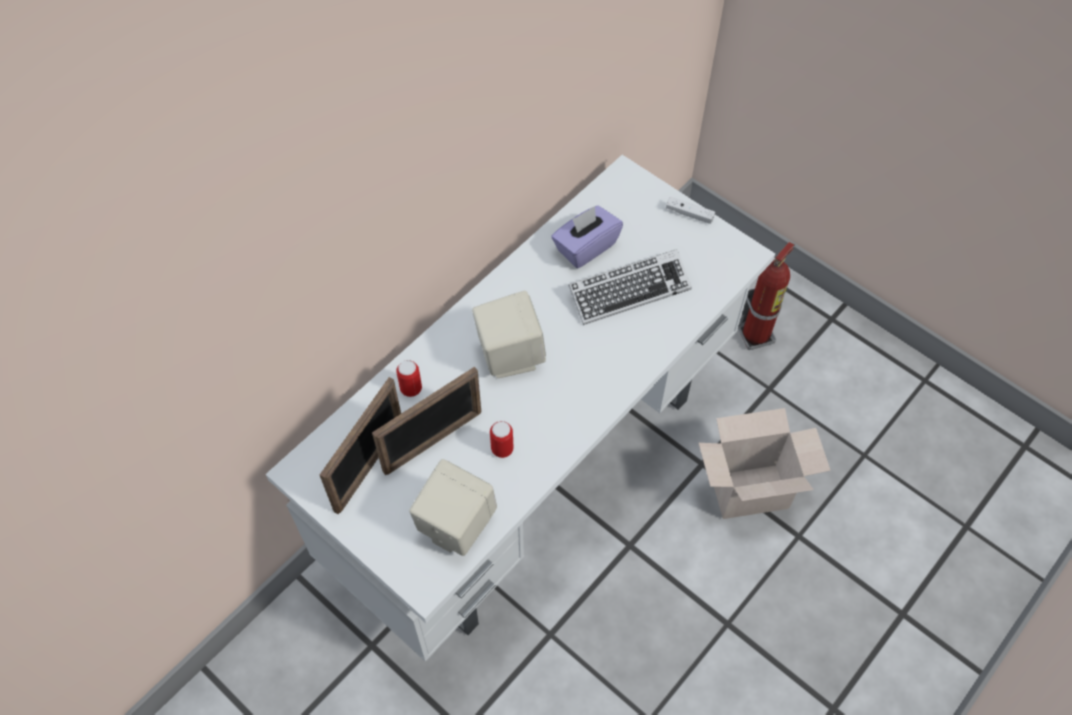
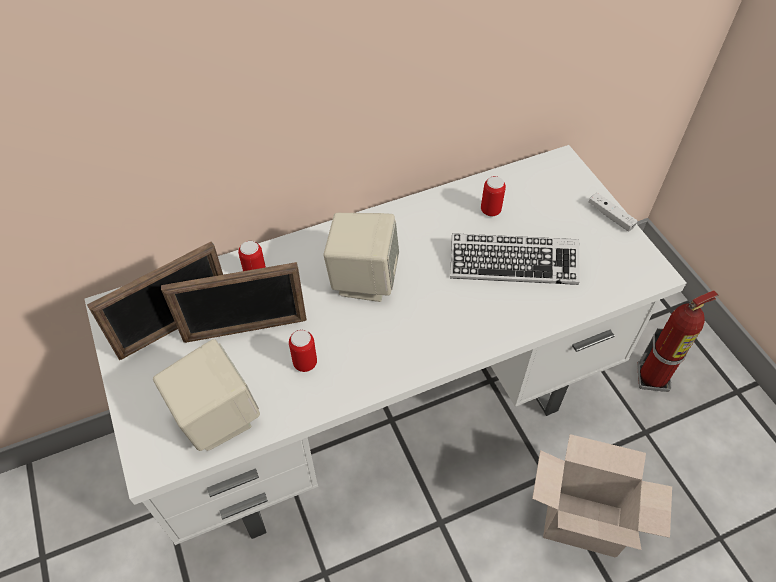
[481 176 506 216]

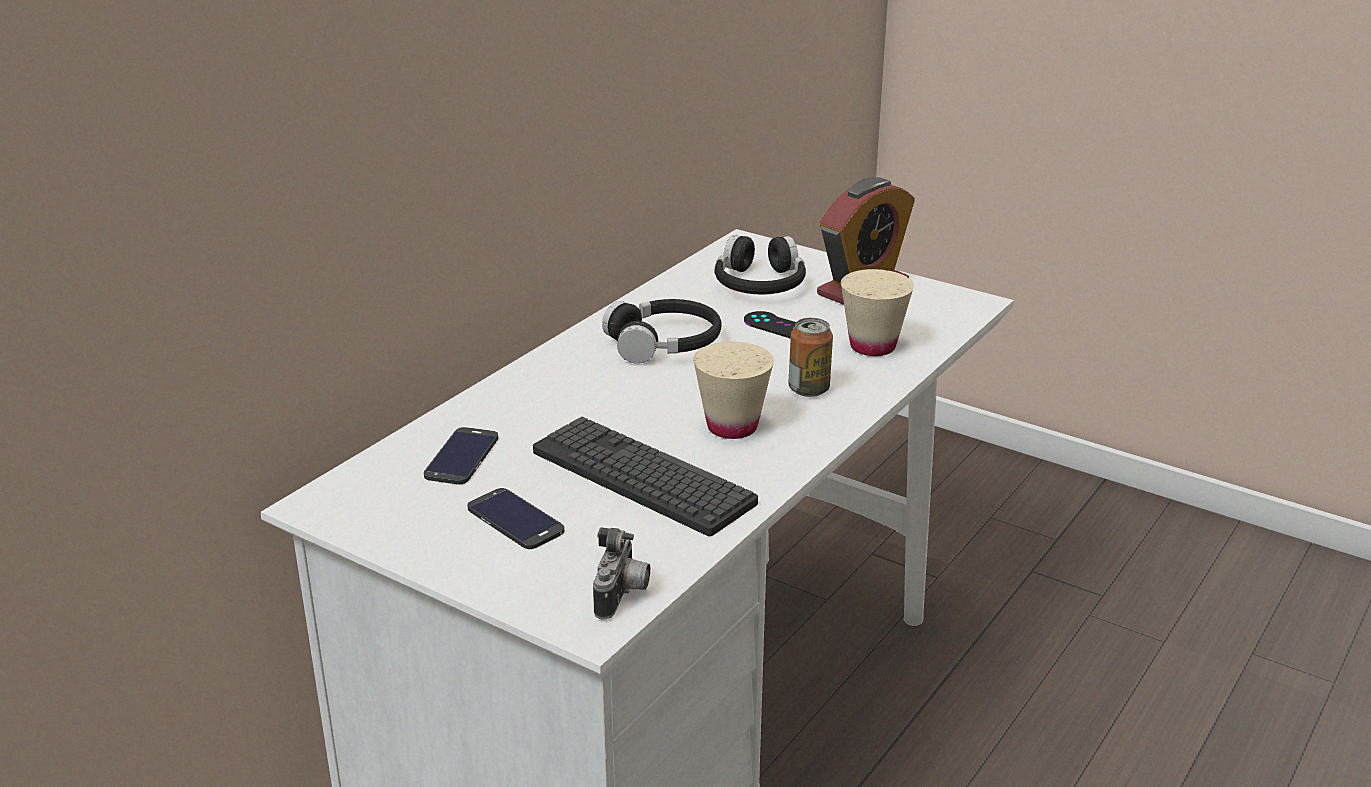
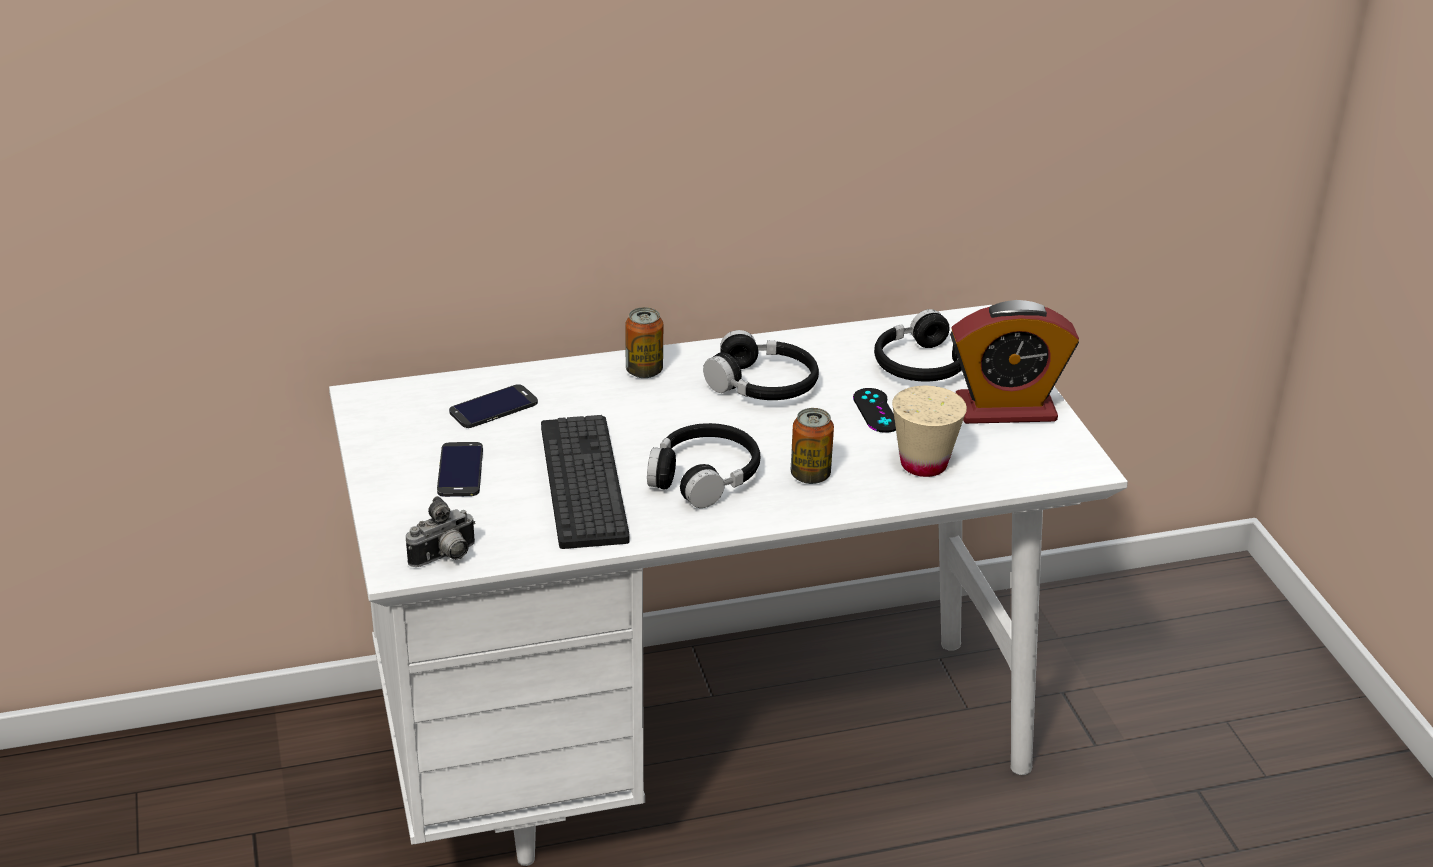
[625 307 663 378]
[647 423 760 508]

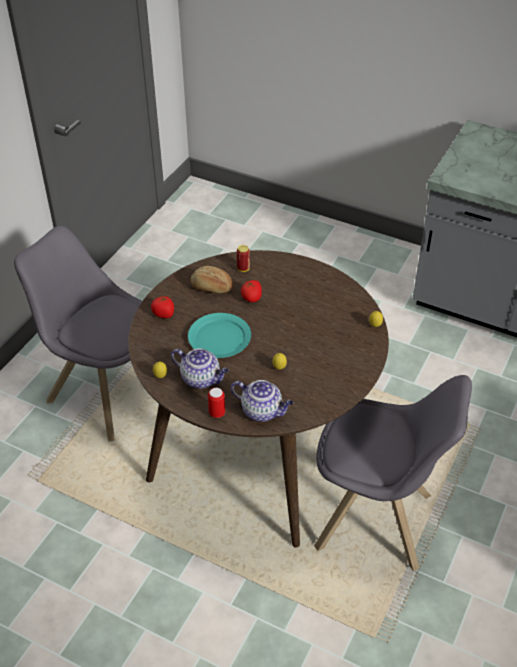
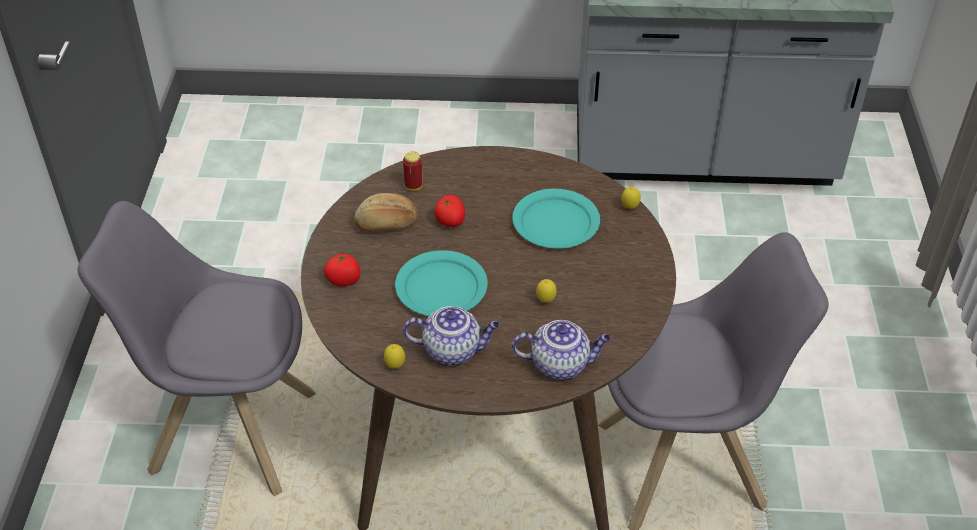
[208 388 225 418] (first image)
[512 189 600 249]

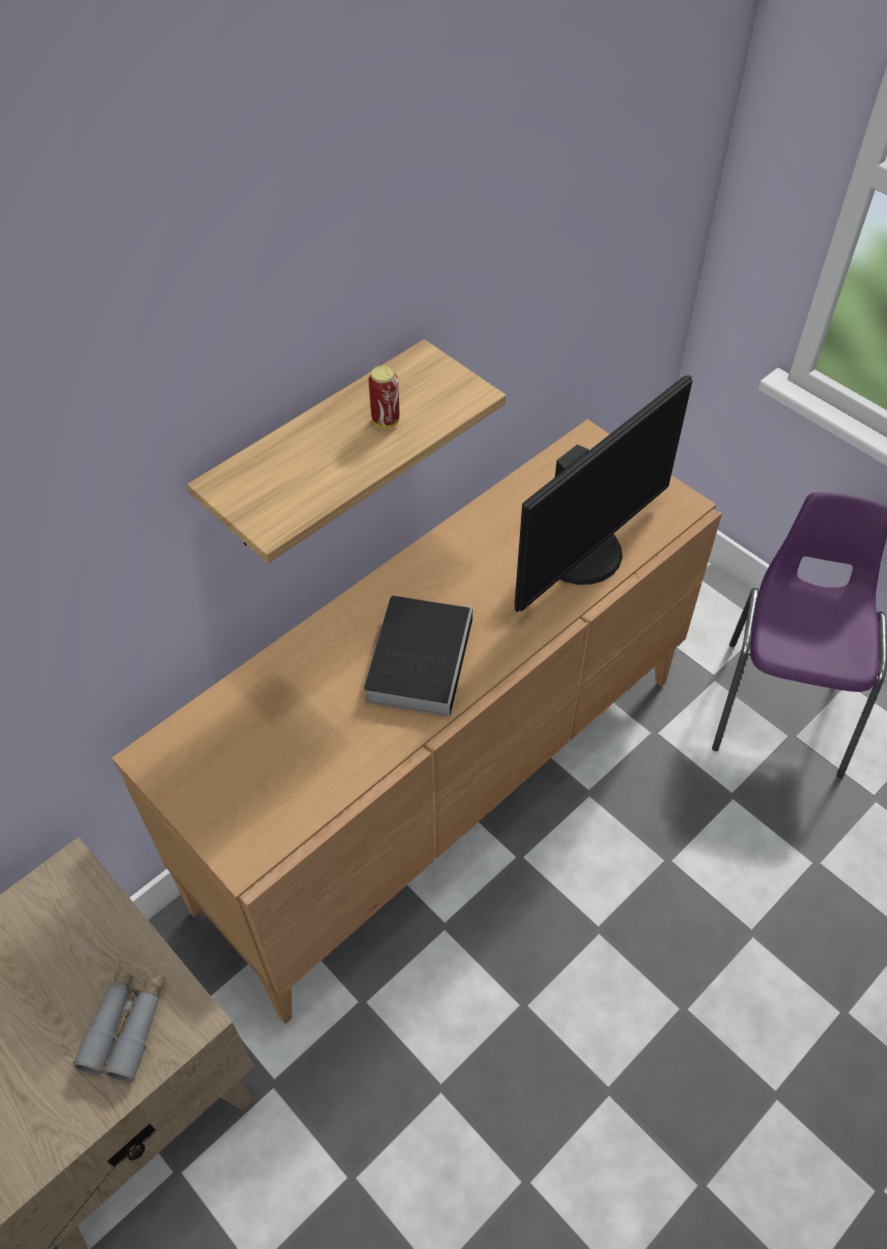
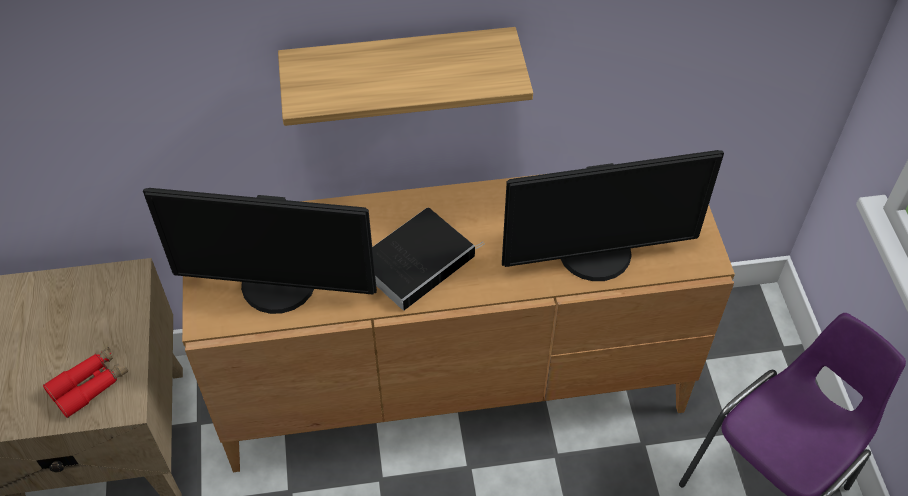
[369 365 400 428] (first image)
[143 188 377 314]
[43 347 128 418]

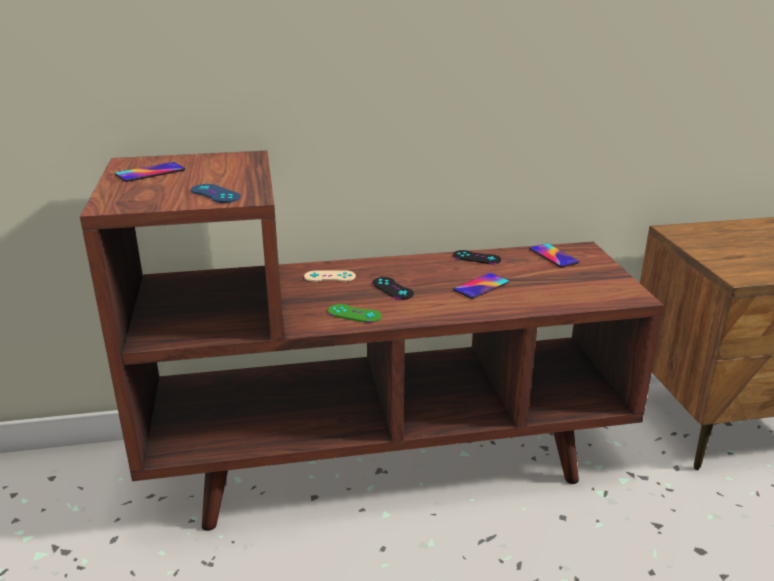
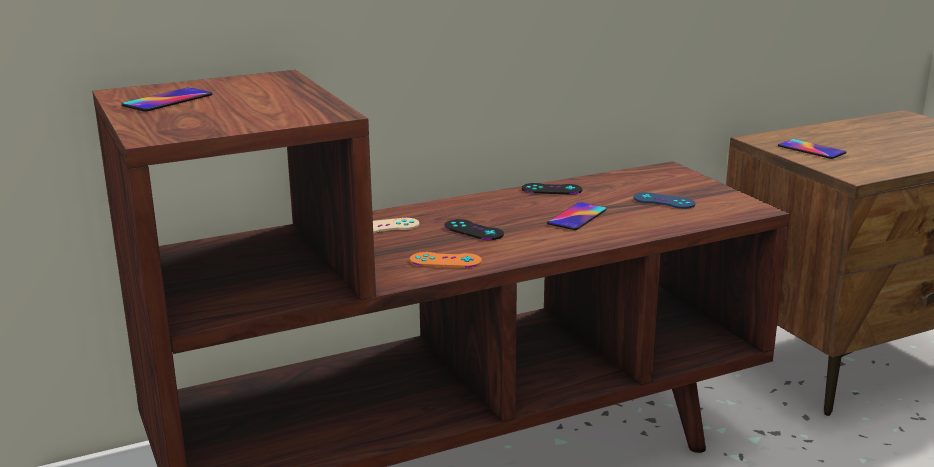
[633 192 696 209]
[778 139 846 159]
[410 252 482 268]

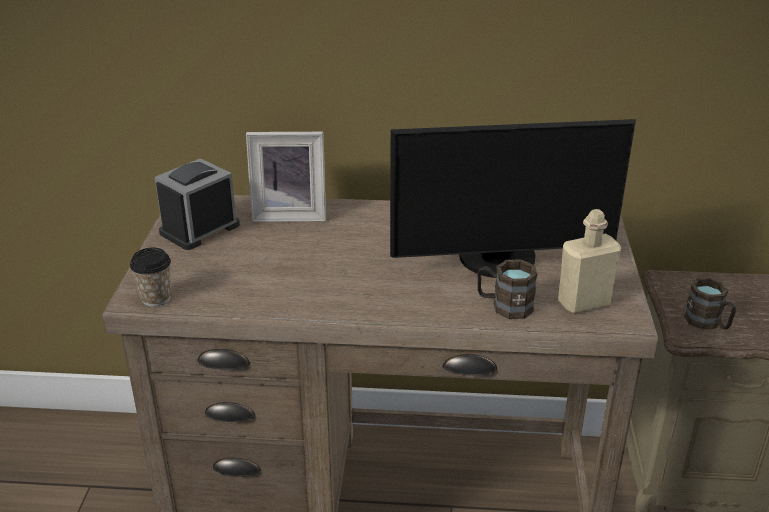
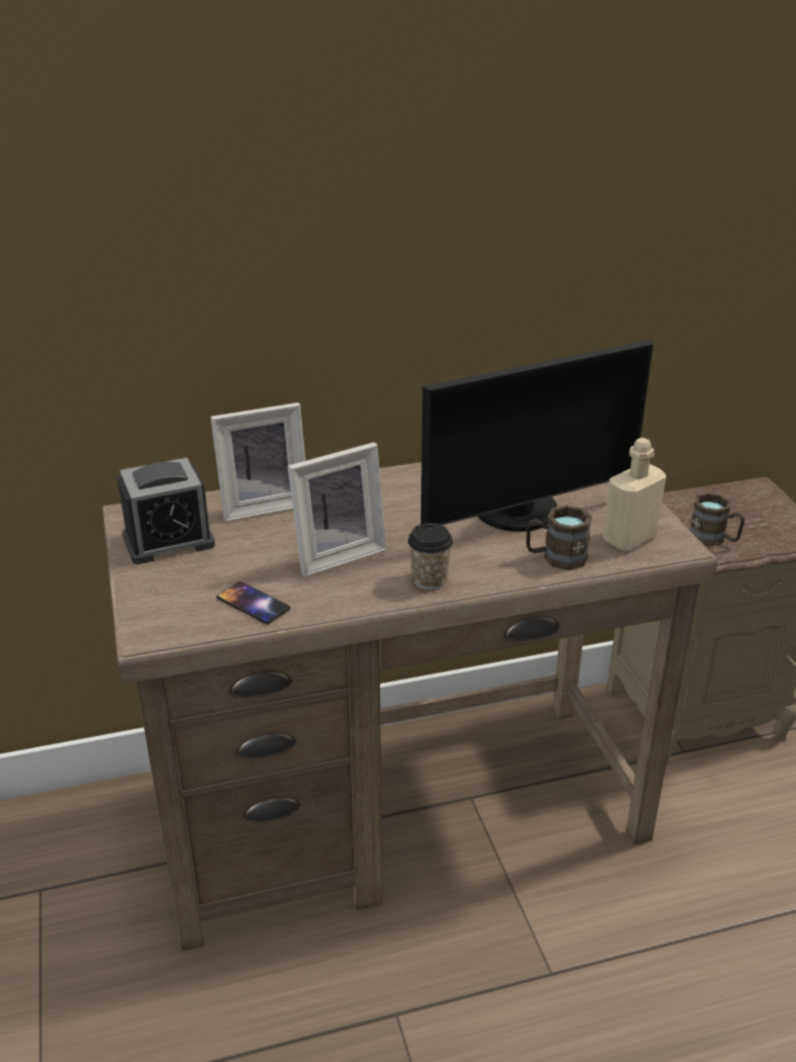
[217 582 291 624]
[288 442 387 577]
[408 523 453 590]
[117 458 215 564]

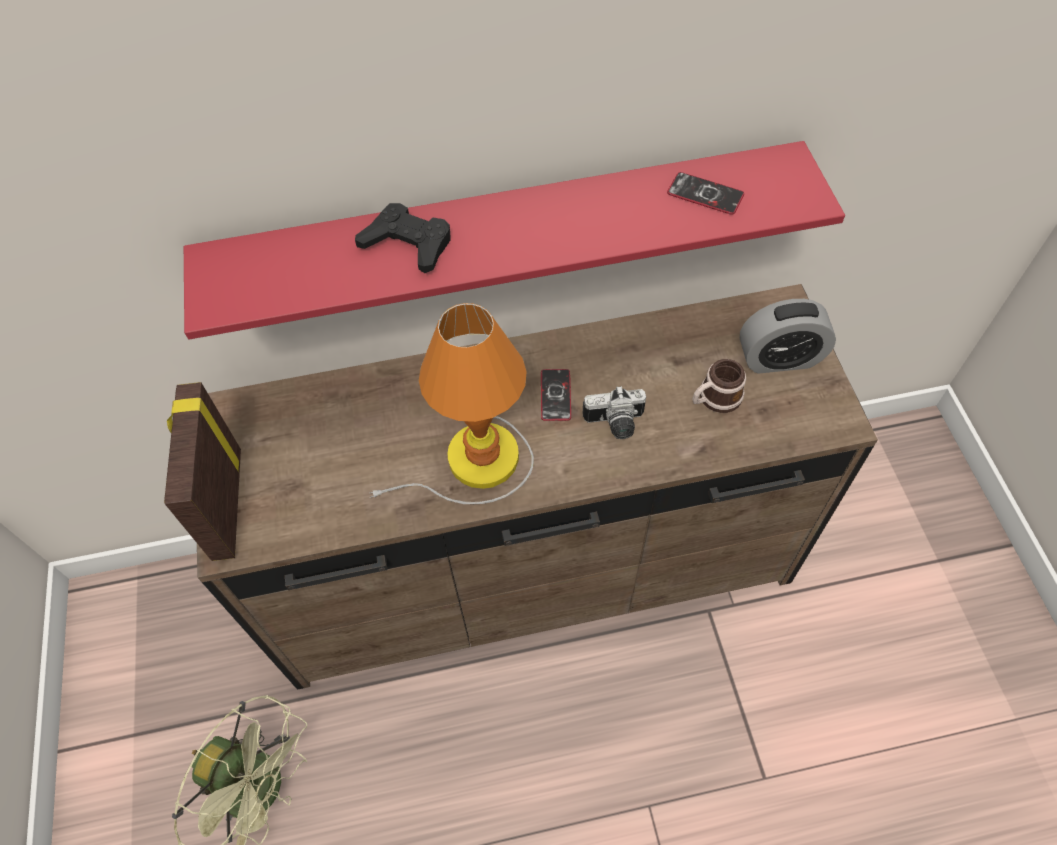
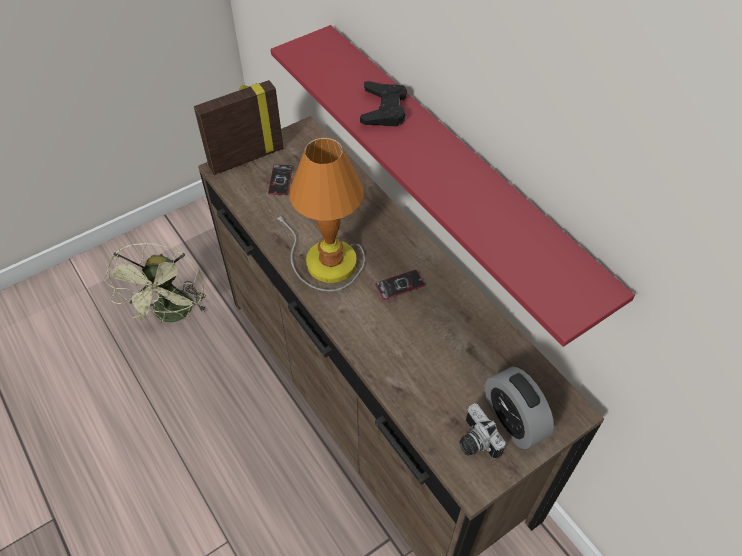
[692 359 746 413] (first image)
[459 403 506 459]
[268 165 293 195]

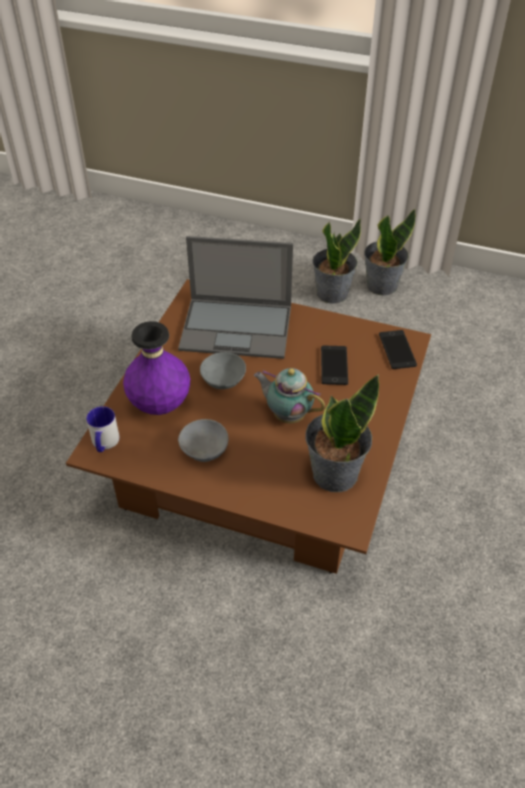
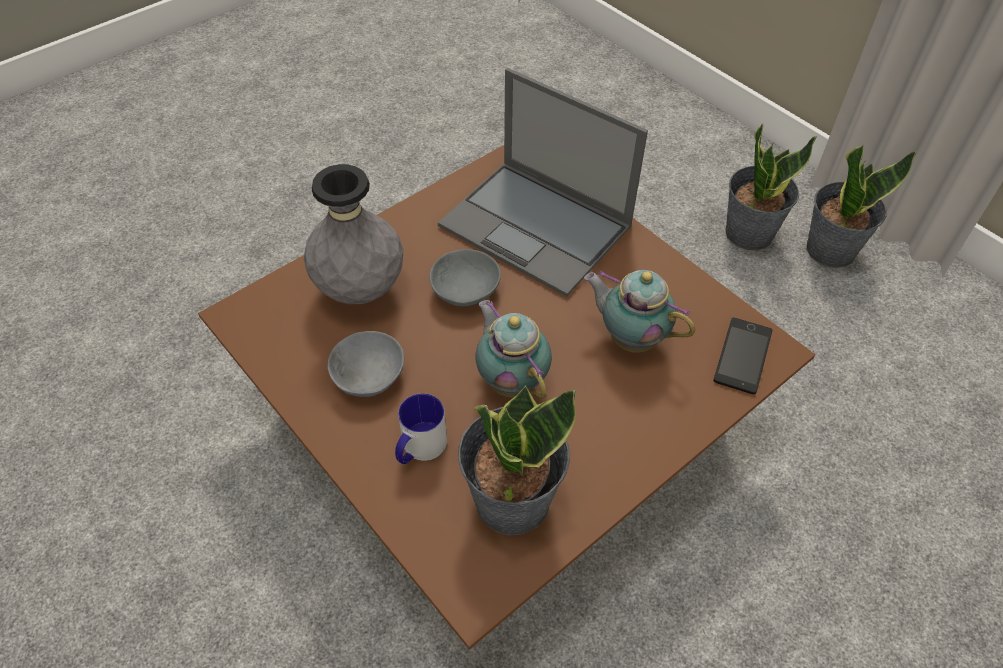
[395 393 447 464]
[584 270 695 353]
[304 164 403 304]

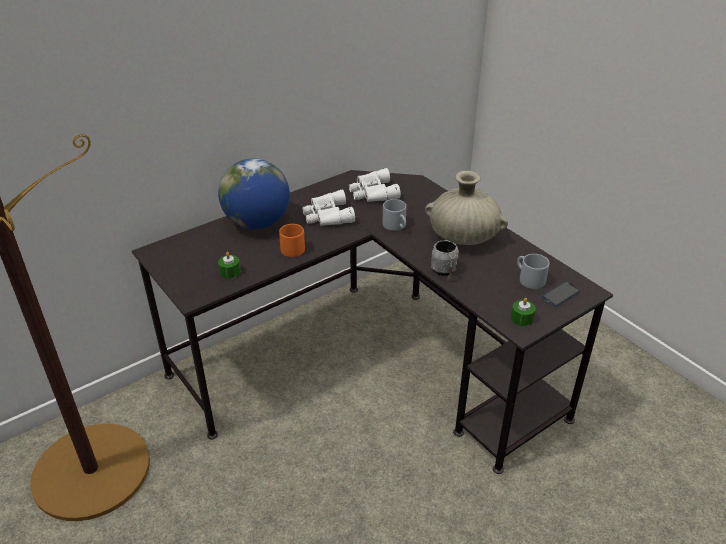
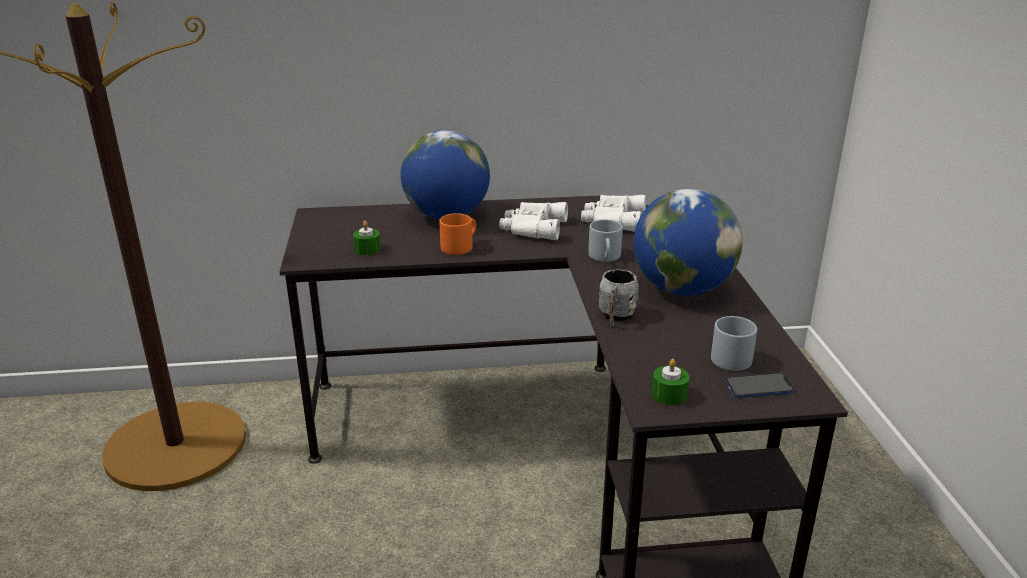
[633 189 743 296]

